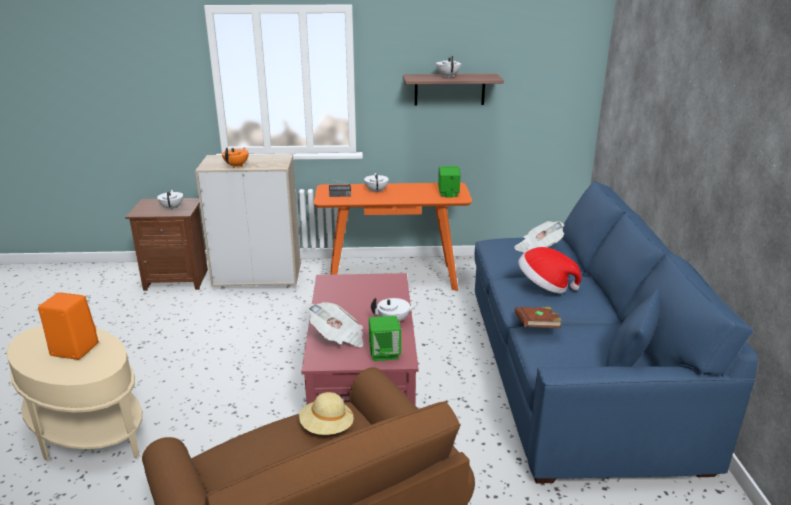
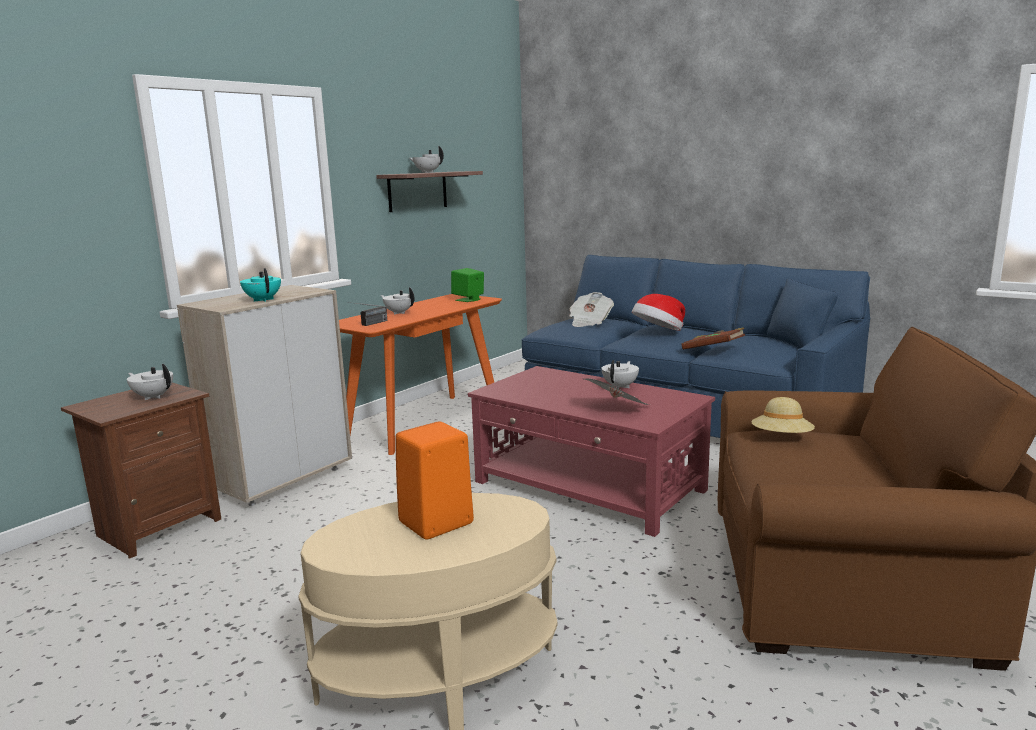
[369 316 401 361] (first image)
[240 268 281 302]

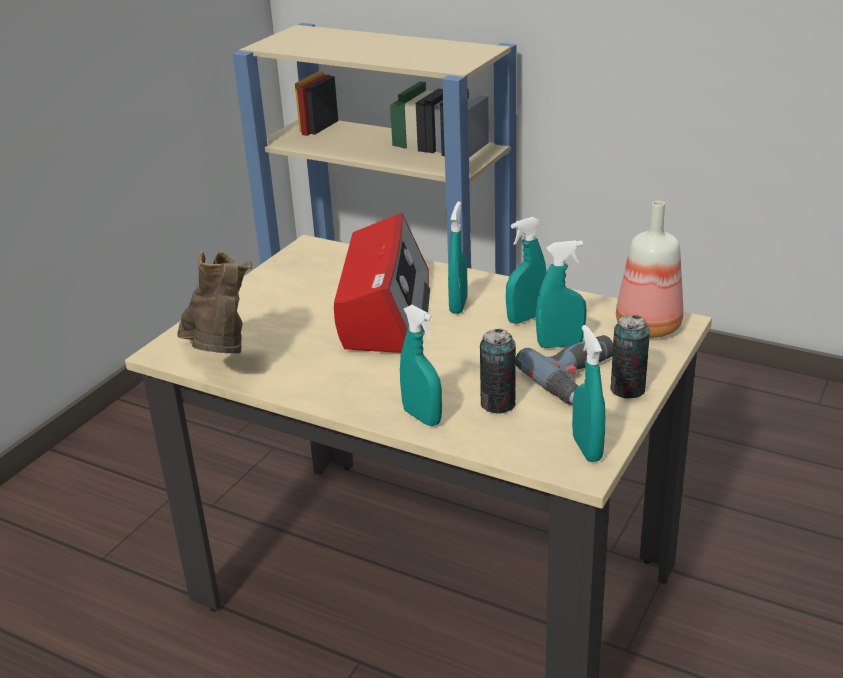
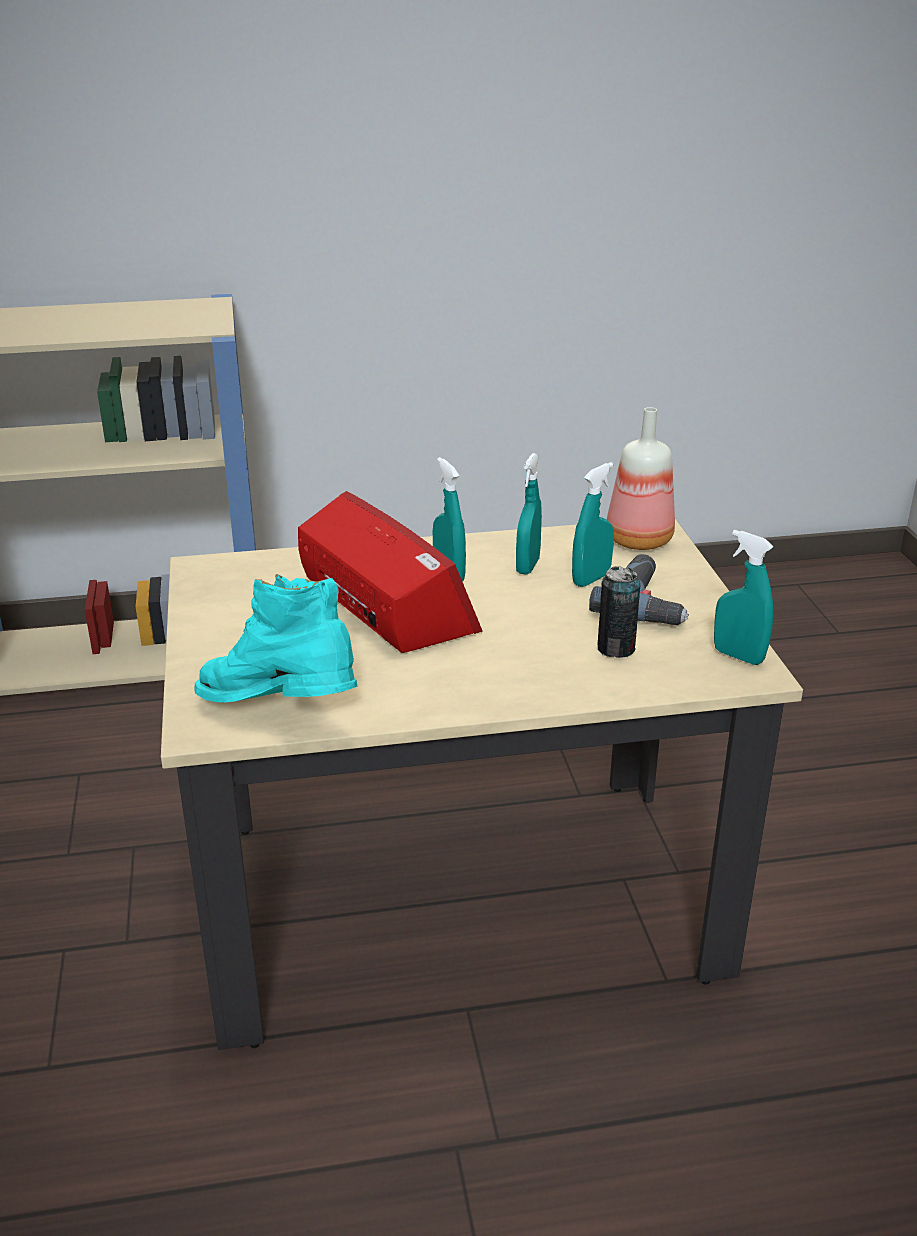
[400 305 442 426] (first image)
[610 315 650 399] (first image)
[195 574 357 702]

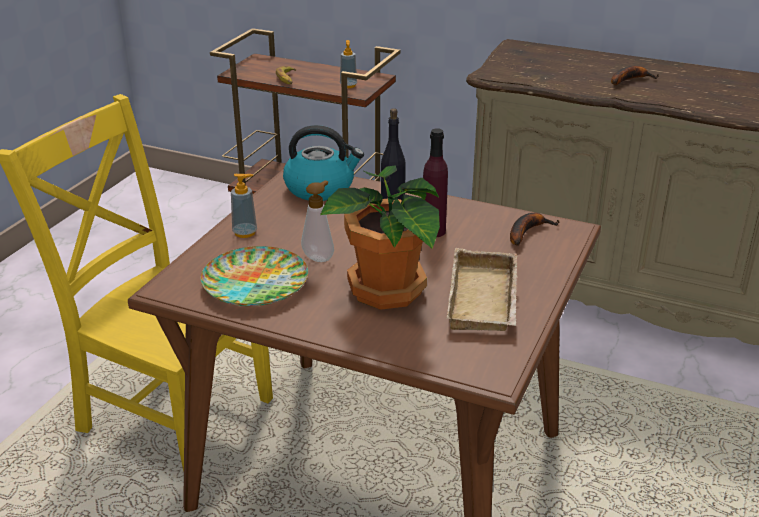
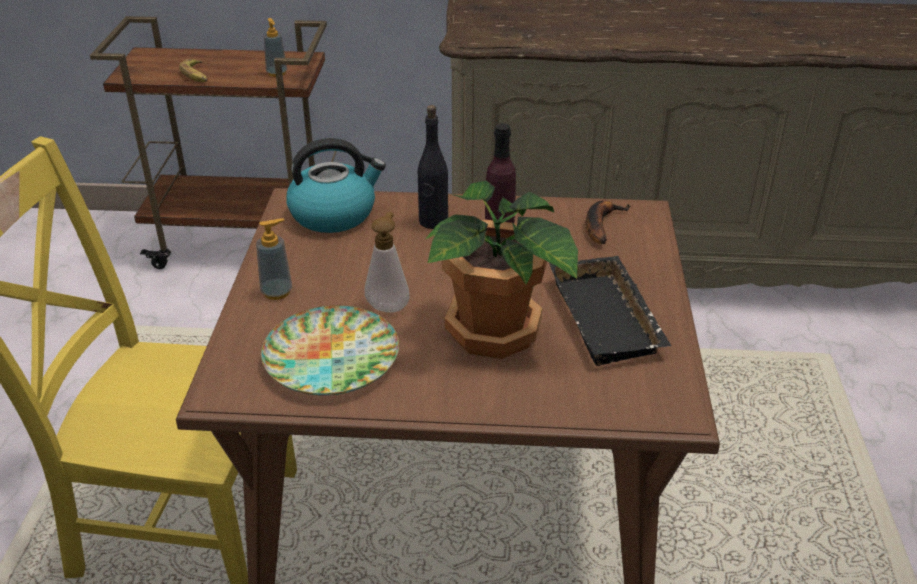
[611 66 659 85] (first image)
[549 256 672 366]

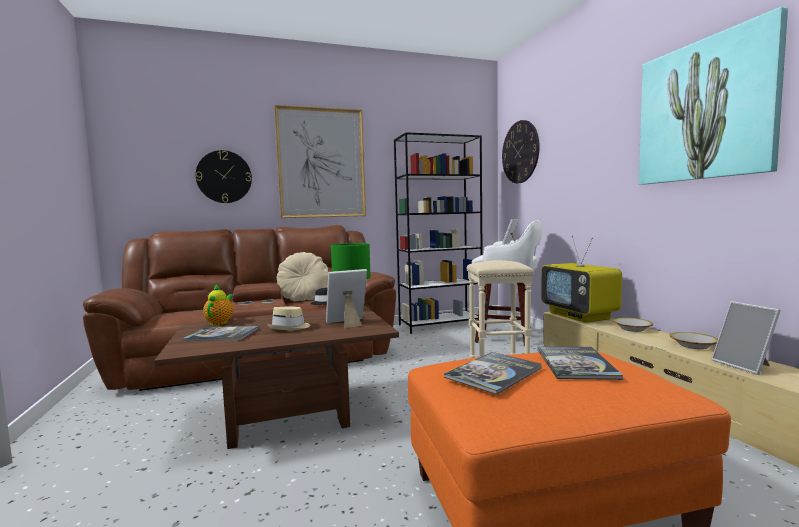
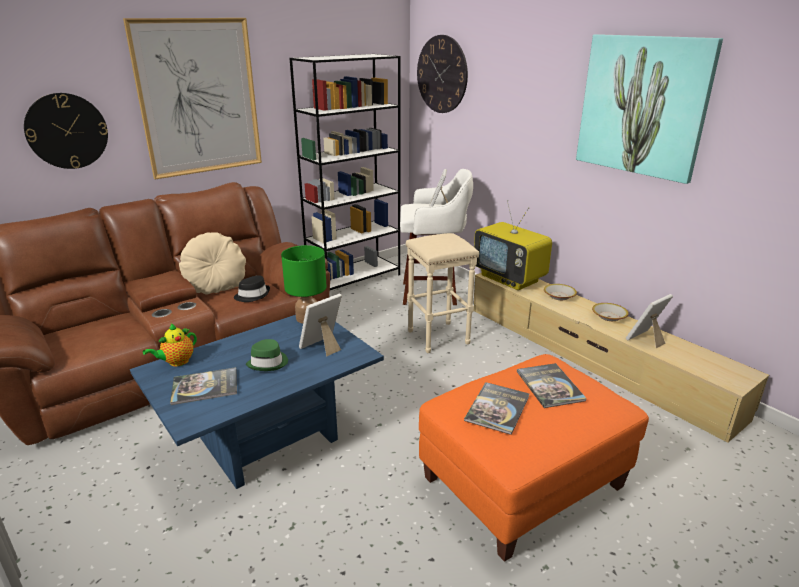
[130 315 384 489]
[246 339 288 371]
[143 323 197 366]
[626 294 673 348]

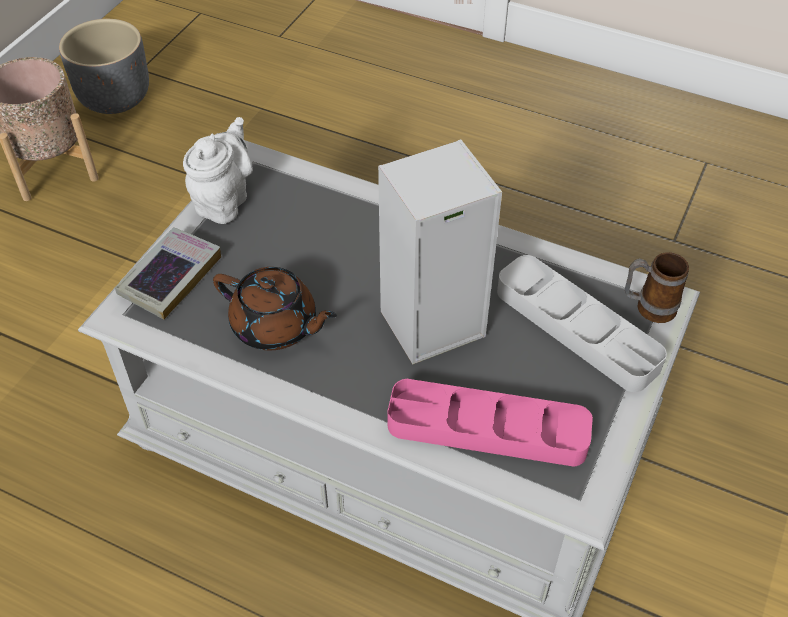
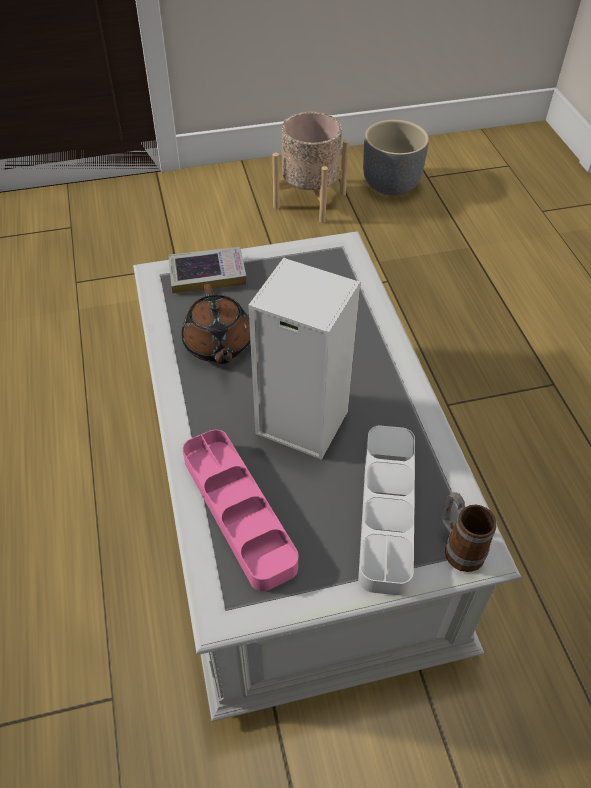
[183 117 253 224] (first image)

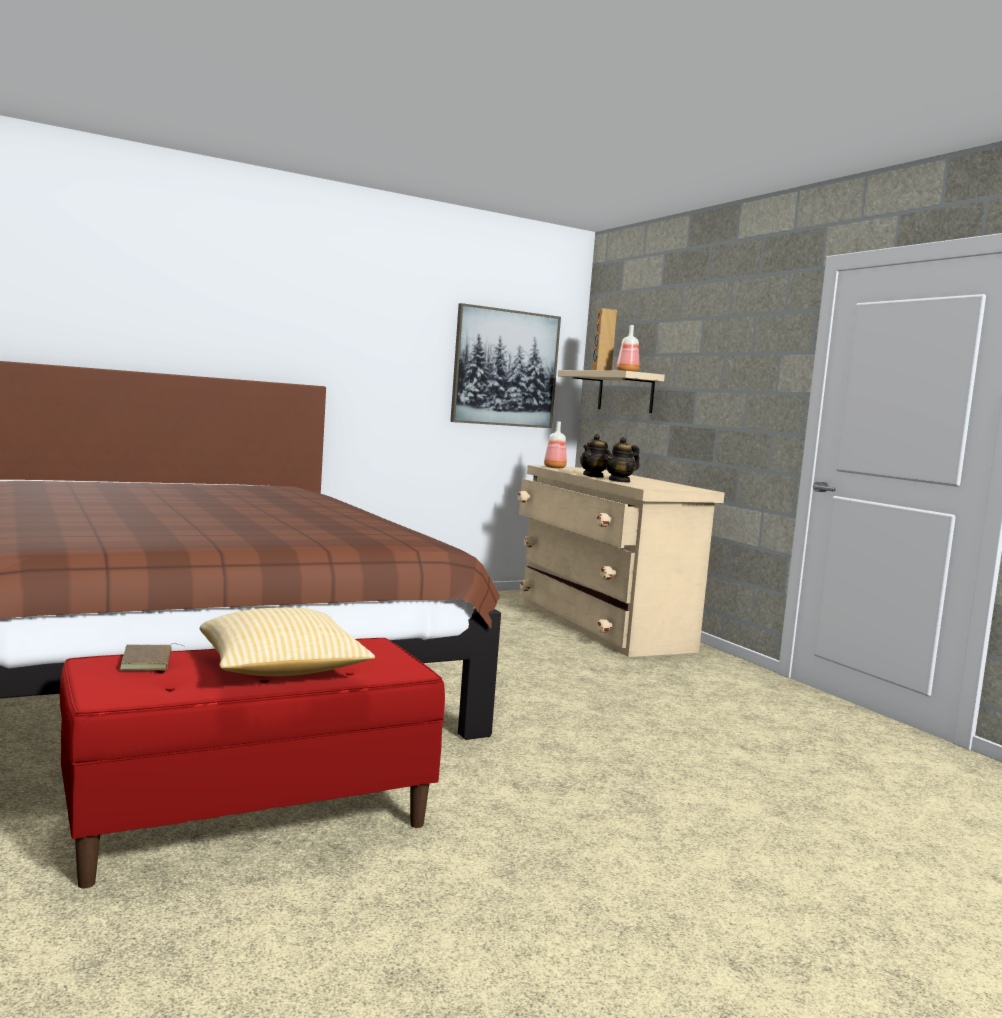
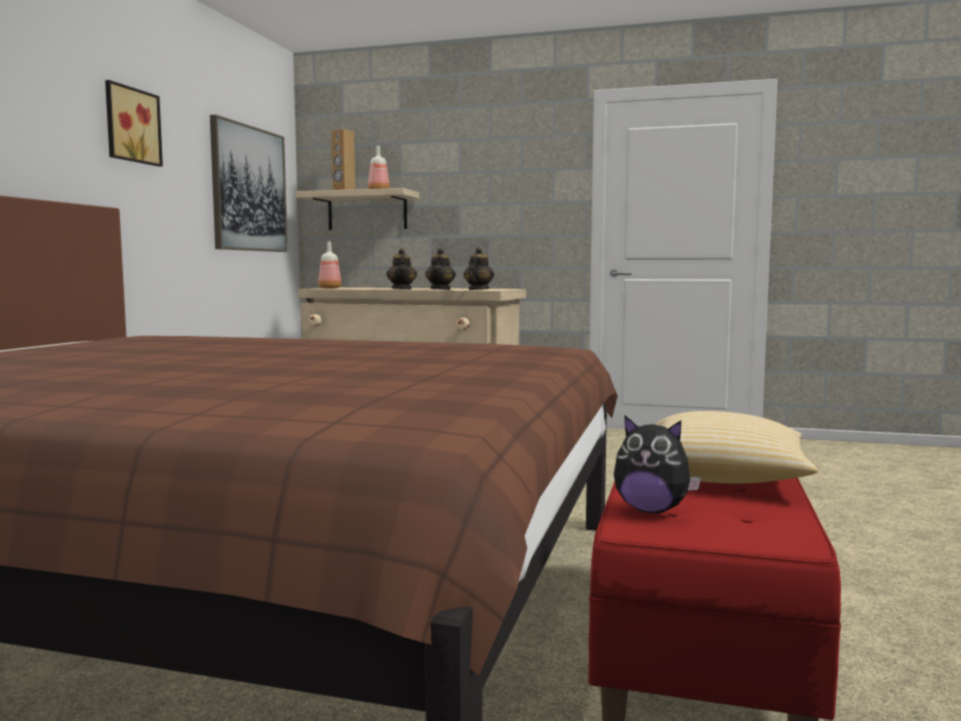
[105 80 163 167]
[464 247 494 290]
[614 416 701 513]

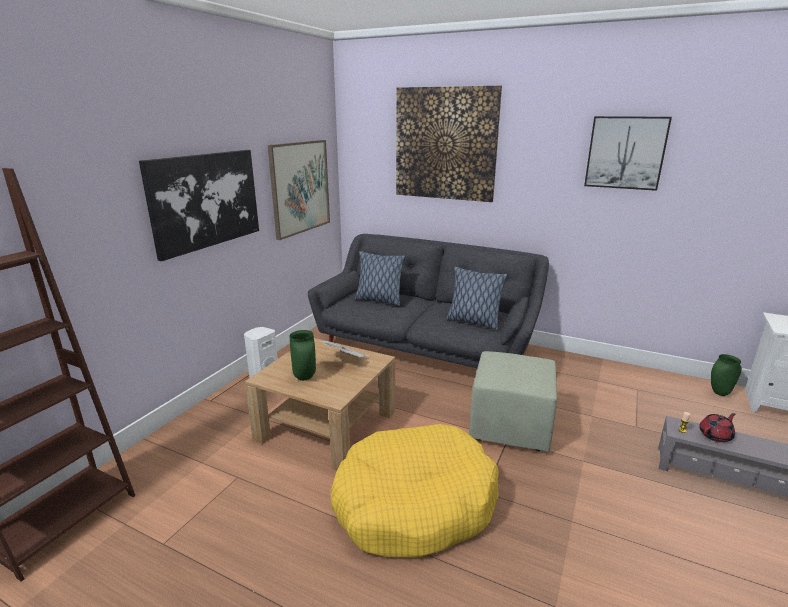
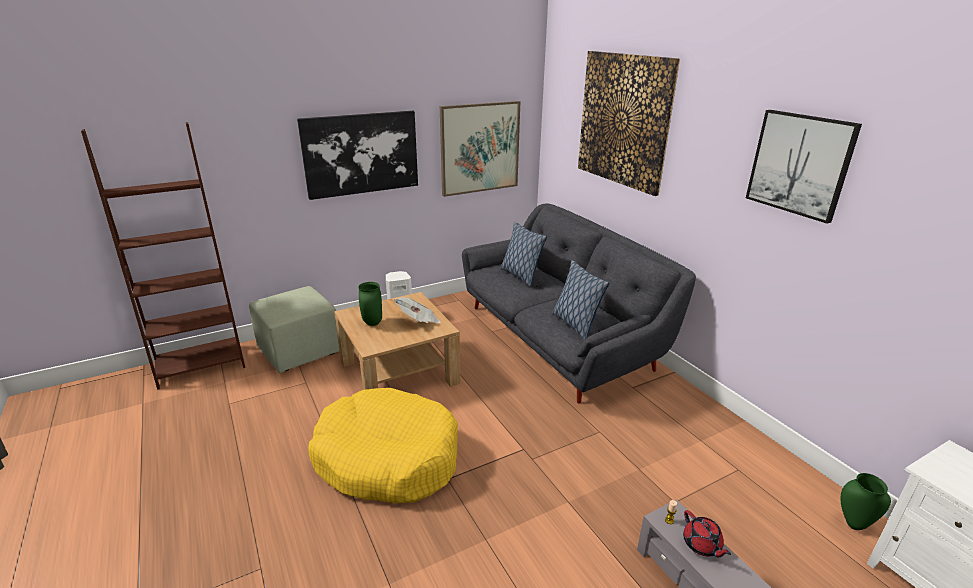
[249 286 339 373]
[683 510 731 557]

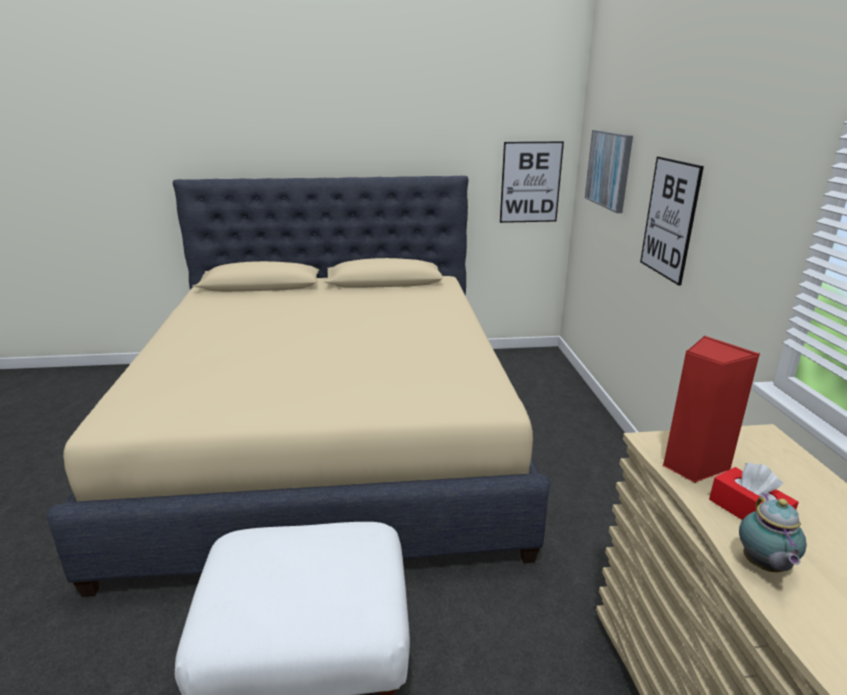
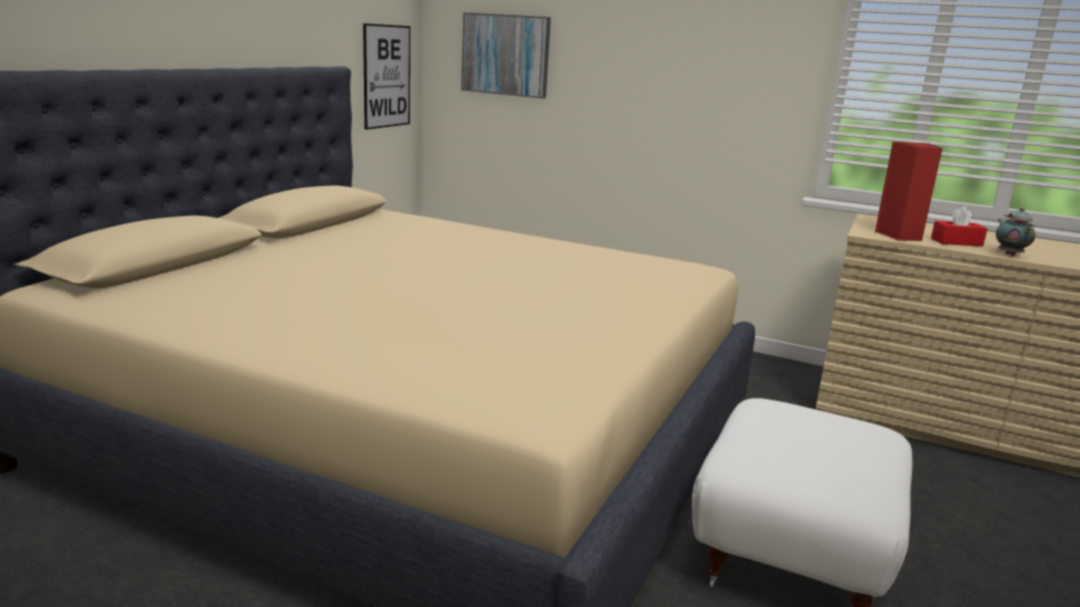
[640 156 704 286] (first image)
[996 207 1036 256]

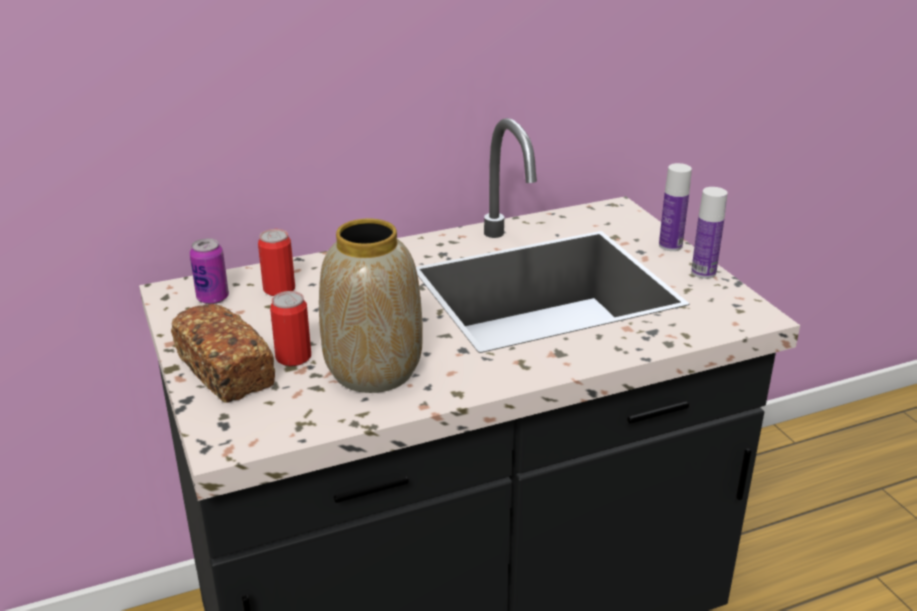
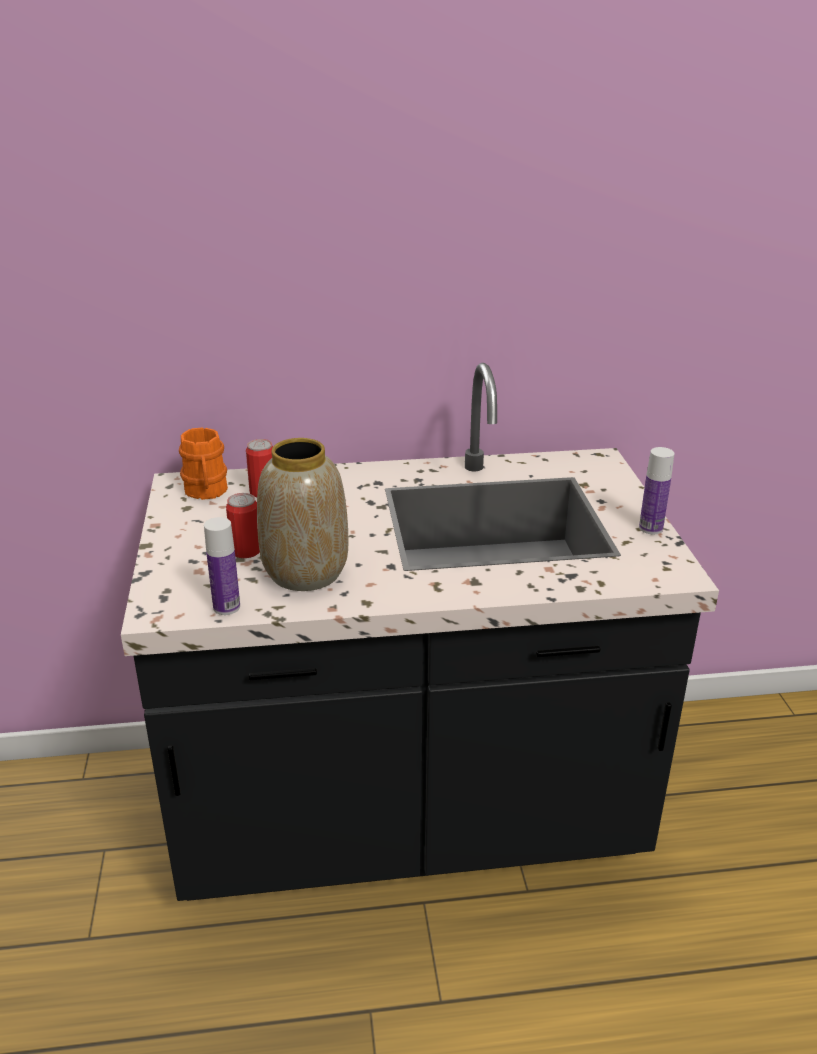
[171 304 275 403] (first image)
[204 517 240 615]
[179 427 228 500]

